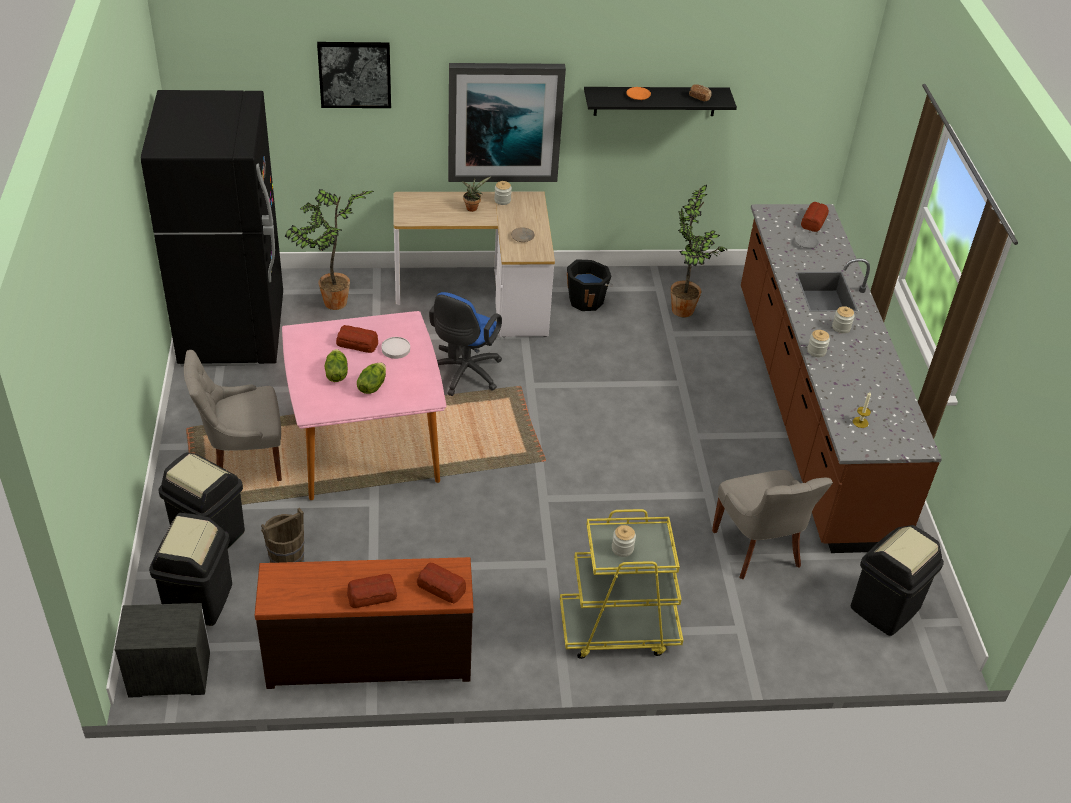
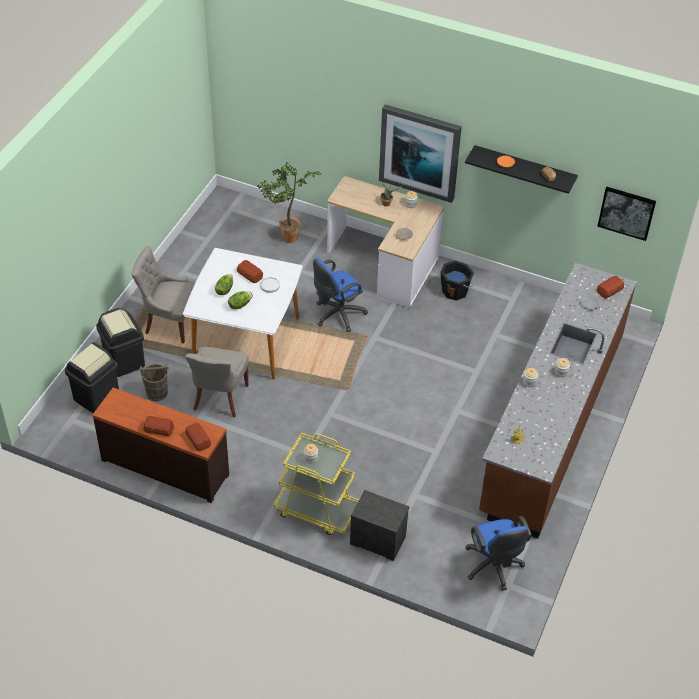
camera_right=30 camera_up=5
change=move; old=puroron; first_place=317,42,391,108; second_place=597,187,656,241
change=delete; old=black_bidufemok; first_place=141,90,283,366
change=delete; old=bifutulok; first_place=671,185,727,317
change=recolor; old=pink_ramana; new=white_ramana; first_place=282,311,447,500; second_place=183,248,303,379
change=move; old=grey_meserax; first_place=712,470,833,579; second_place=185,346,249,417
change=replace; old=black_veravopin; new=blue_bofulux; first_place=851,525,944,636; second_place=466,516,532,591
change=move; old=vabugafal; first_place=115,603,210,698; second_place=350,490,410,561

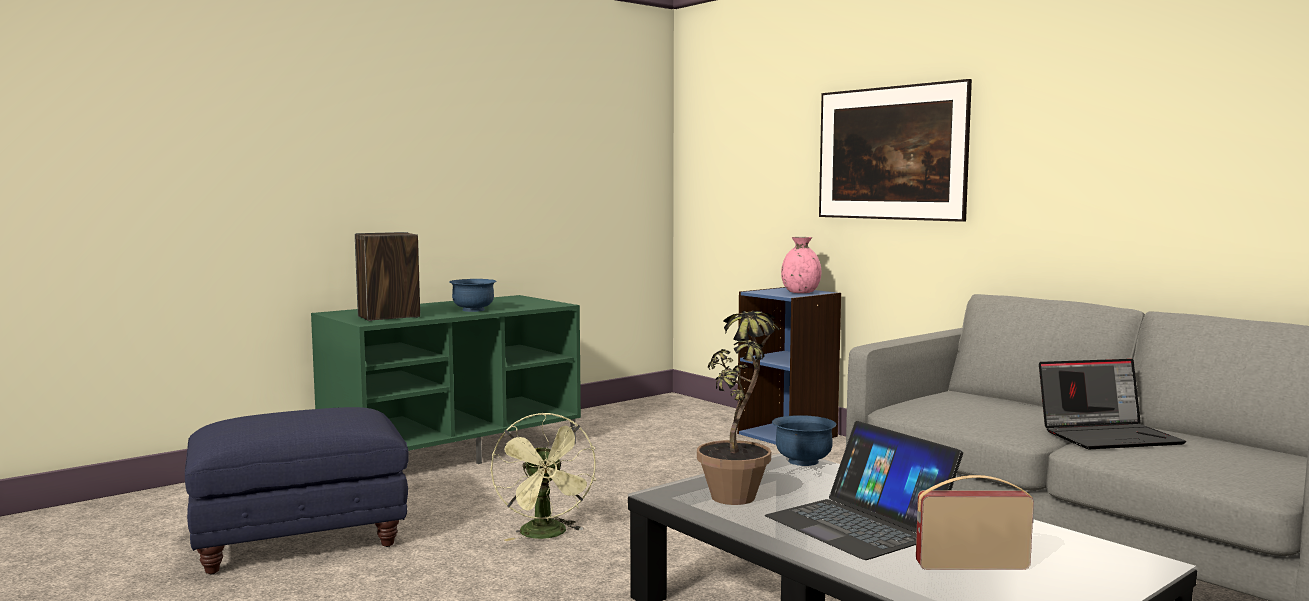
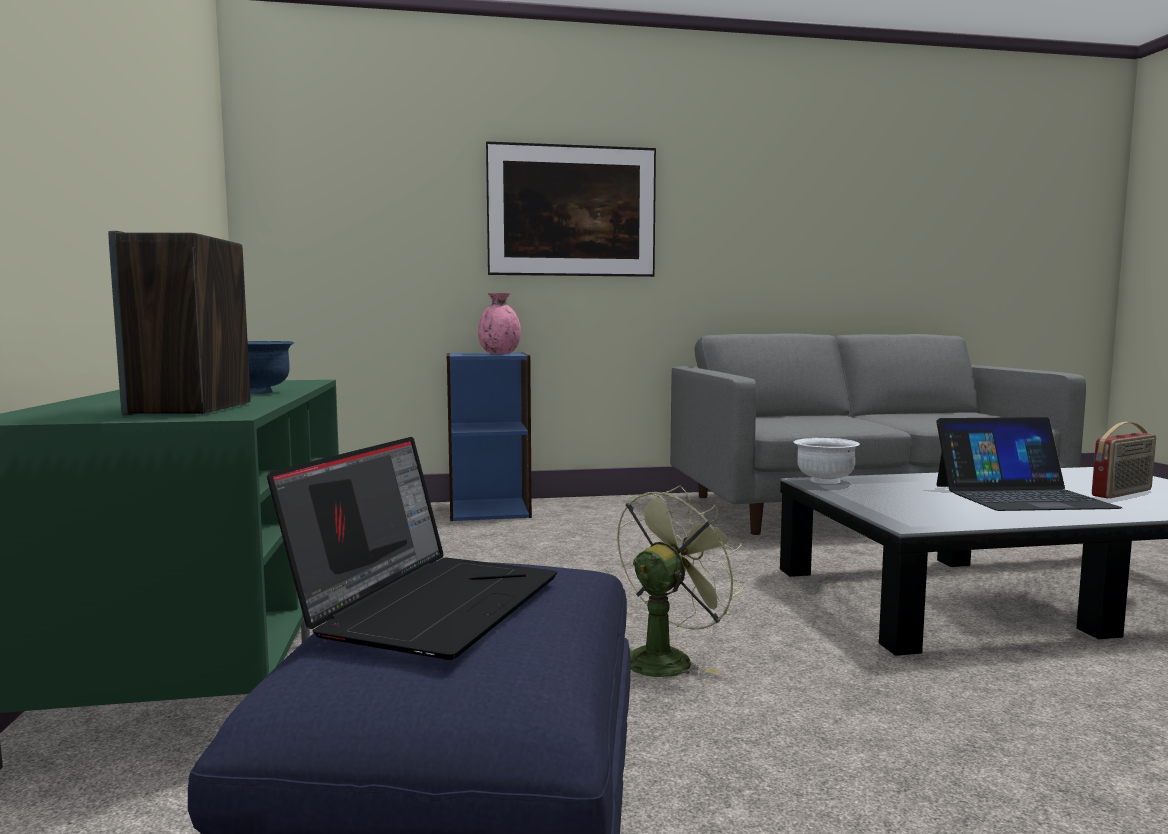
camera_right=-60 camera_up=0
change=delete; old=bifutulok; first_place=697,310,780,505
change=move; old=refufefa; first_place=1039,359,1186,449; second_place=267,437,557,660
change=rotate; old=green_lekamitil; first_place=491,413,596,541; second_place=617,485,746,677; degrees=-60
change=recolor; old=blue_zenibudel; new=white_zenibudel; first_place=772,415,836,466; second_place=793,438,860,484
change=rotate; old=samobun; first_place=916,475,1034,570; second_place=1092,422,1156,499; degrees=-150

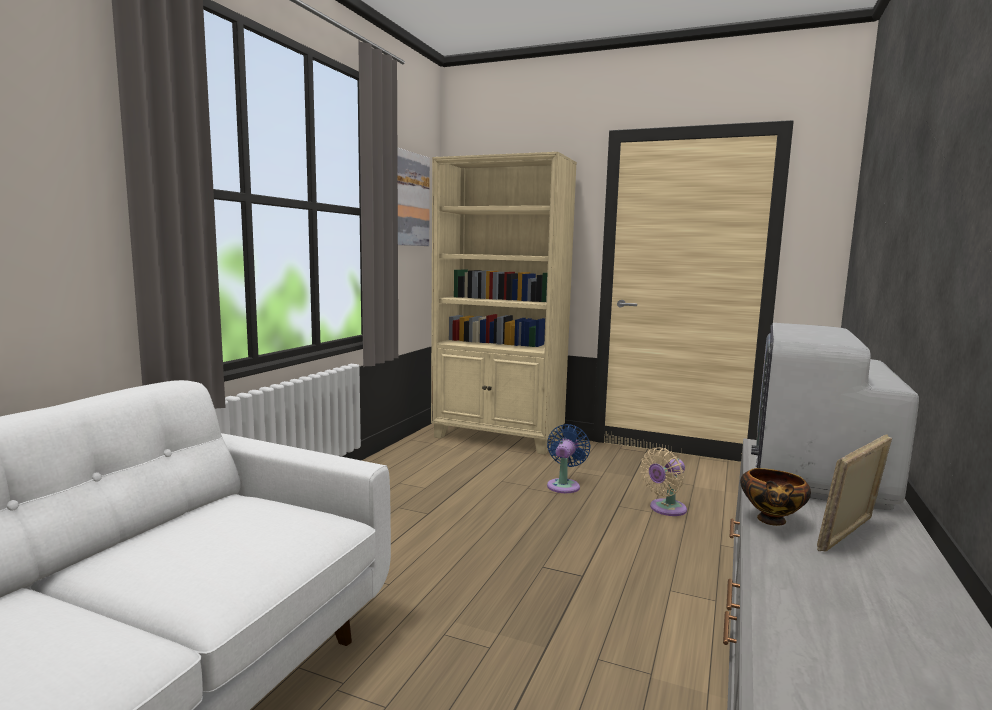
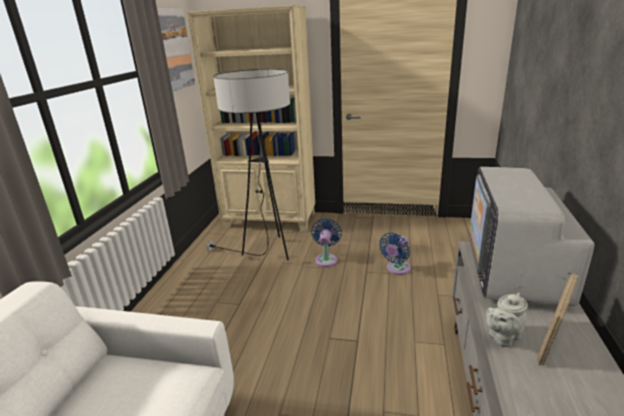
camera_right=-10 camera_up=15
change=recolor; old=beige_lekamitil; new=blue_lekamitil; first_place=640,447,687,516; second_place=379,232,411,275
change=replace; old=zenibudel; new=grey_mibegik; first_place=740,468,811,526; second_place=486,293,528,347
change=insert; new=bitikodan; second_place=205,69,290,261

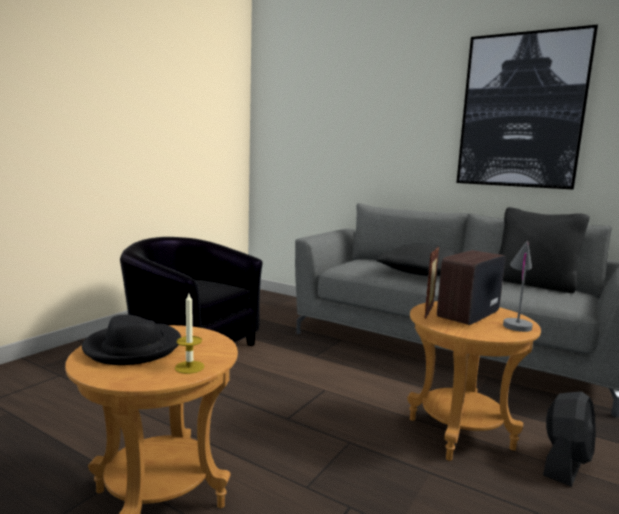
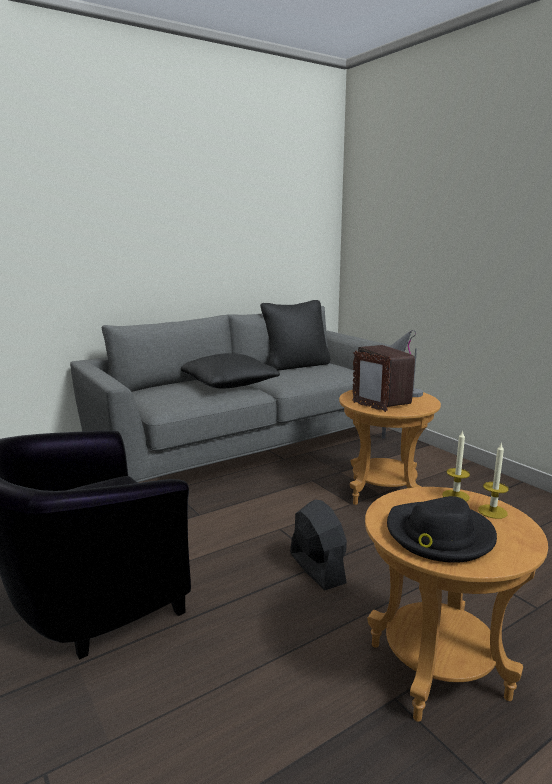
camera_right=-65 camera_up=5
change=delete; old=puroron; first_place=456,25,598,190
change=move; old=black_lekamitil; first_place=543,391,596,487; second_place=290,499,347,590
change=insert; new=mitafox; second_place=442,430,470,502

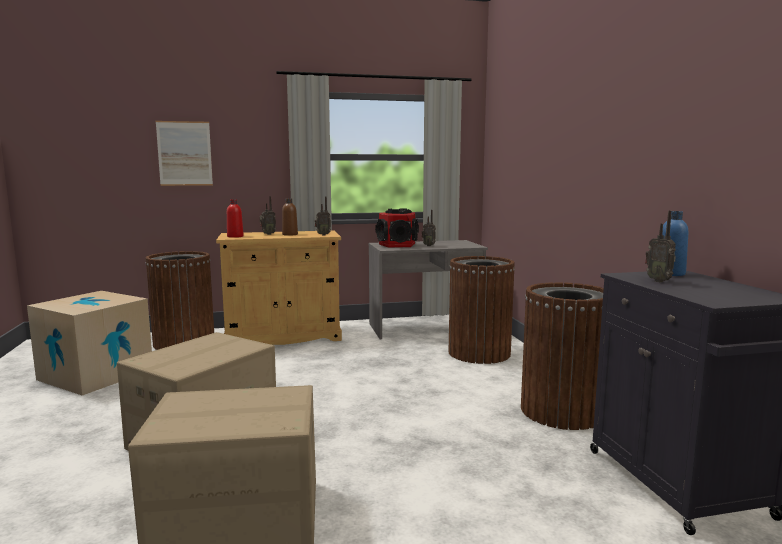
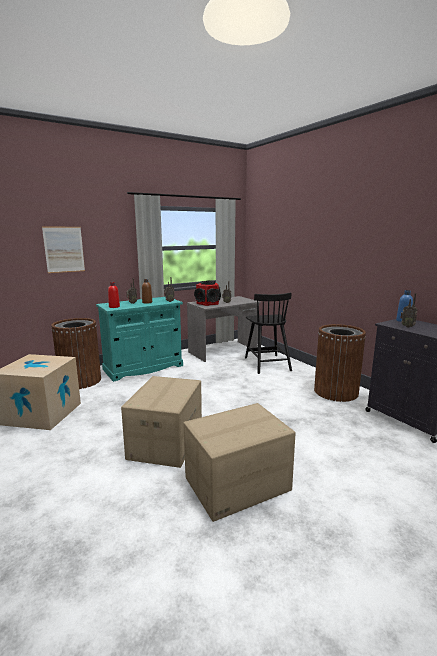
camera_right=-20 camera_up=5
change=recolor; old=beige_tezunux; new=turquoise_tezunux; first_place=216,230,342,345; second_place=96,297,183,382
change=replace; old=brown_veravopin; new=black_meserax; first_place=449,256,515,364; second_place=245,292,292,374

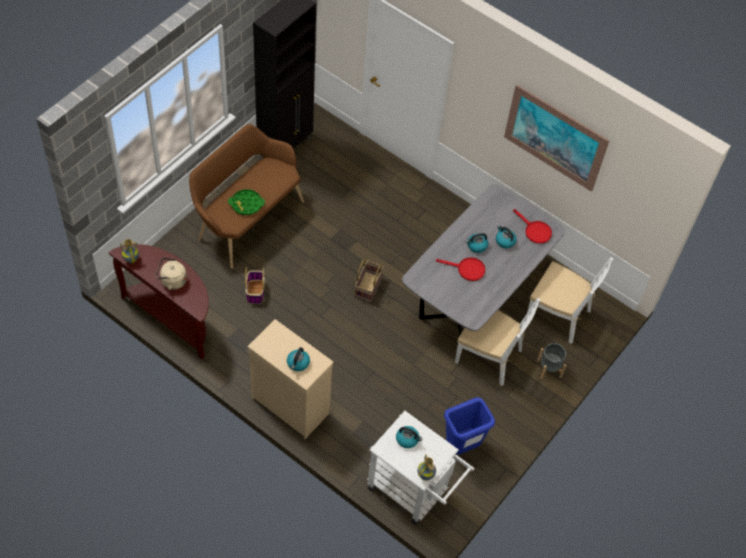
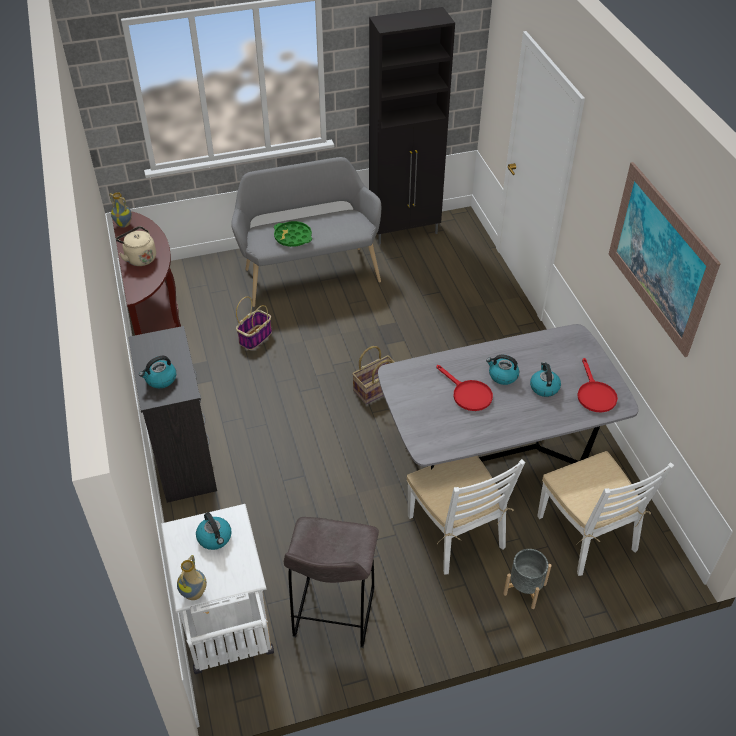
camera_right=40 camera_up=-10
change=recolor; old=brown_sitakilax; new=grey_sitakilax; first_place=189,124,304,269; second_place=231,157,381,307
change=recolor; old=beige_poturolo; new=black_poturolo; first_place=247,319,334,439; second_place=128,326,217,503
change=replace; old=blue_veravopin; new=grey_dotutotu; first_place=444,397,495,454; second_place=284,517,379,648

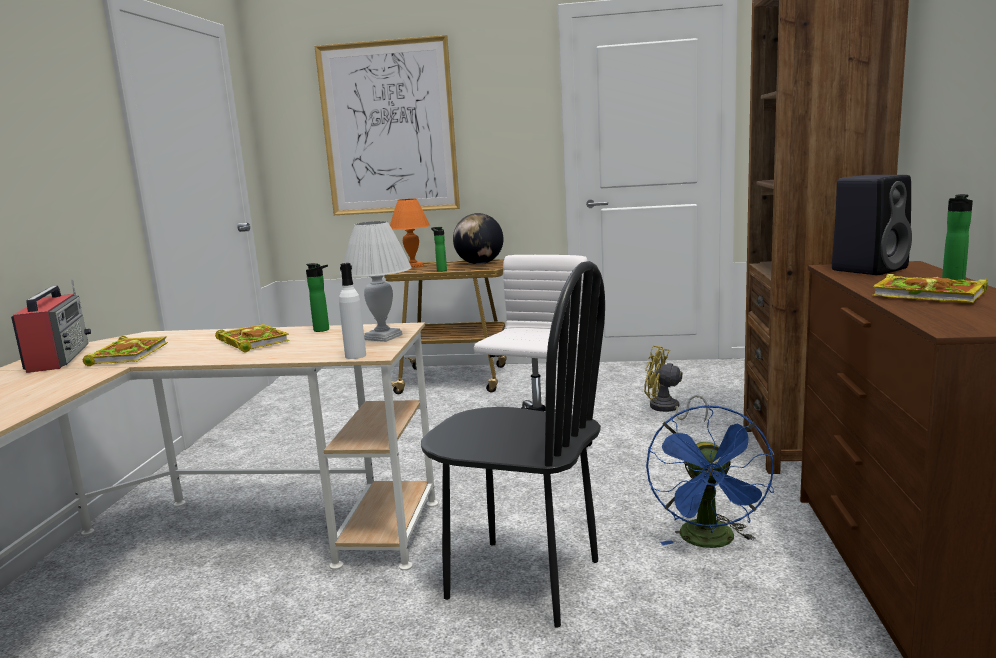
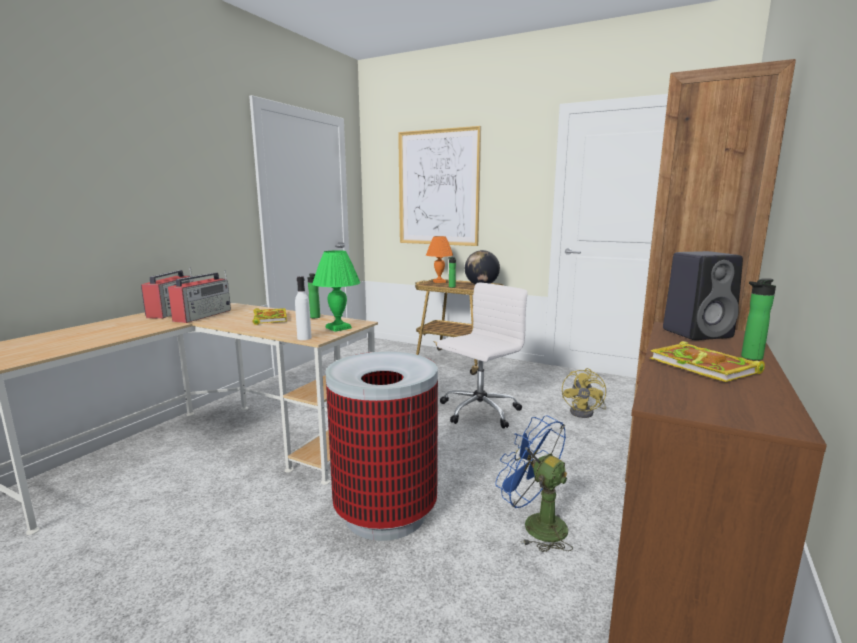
camera_right=20 camera_up=0
change=recolor; old=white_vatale; new=green_vatale; first_place=340,221,412,342; second_place=312,250,360,332
change=replace; old=black_meserax; new=veravopin; first_place=421,261,605,628; second_place=326,352,438,541
change=replace; old=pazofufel; new=samobun; first_place=83,336,168,366; second_place=168,270,231,323
change=rotate; old=yellow_lekamitil; first_place=644,345,708,422; second_place=562,368,606,418; degrees=-120
change=rotate; old=blue_lekamitil; first_place=646,405,774,548; second_place=495,415,573,552; degrees=105

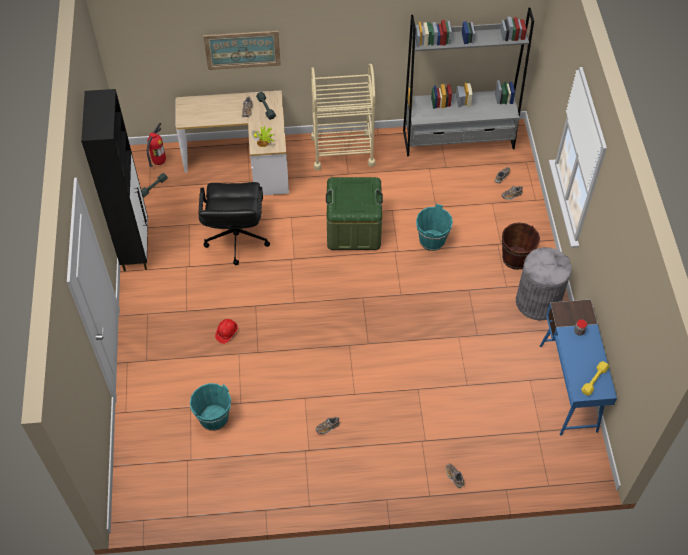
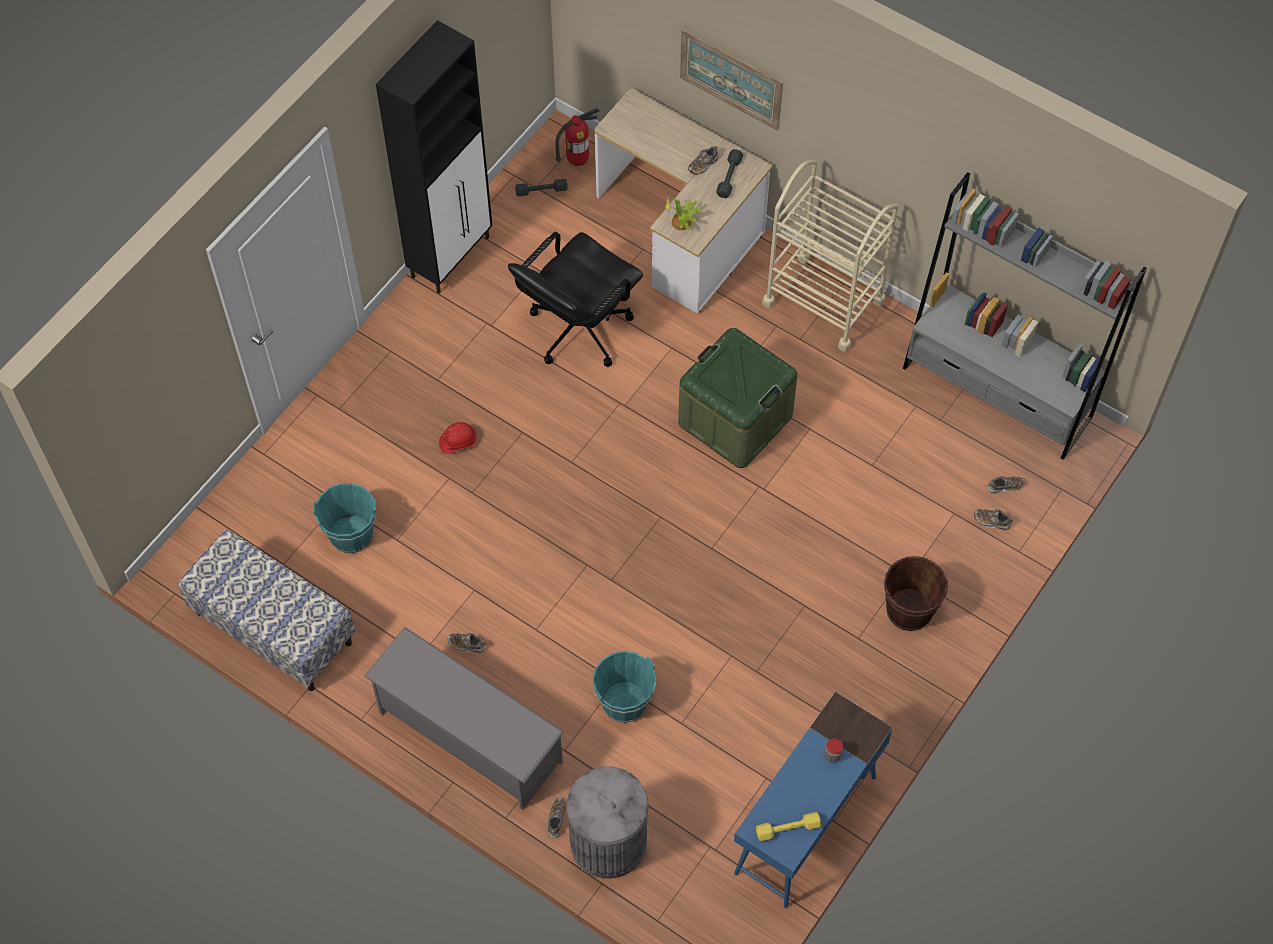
camera_right=40 camera_up=5
change=move; old=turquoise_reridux; first_place=416,204,453,251; second_place=593,651,656,723
change=move; old=grey_veravopin; first_place=516,247,572,320; second_place=567,766,648,879
change=insert; new=sitakilax; second_place=178,529,355,691
change=insert; new=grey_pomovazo; second_place=364,627,564,810

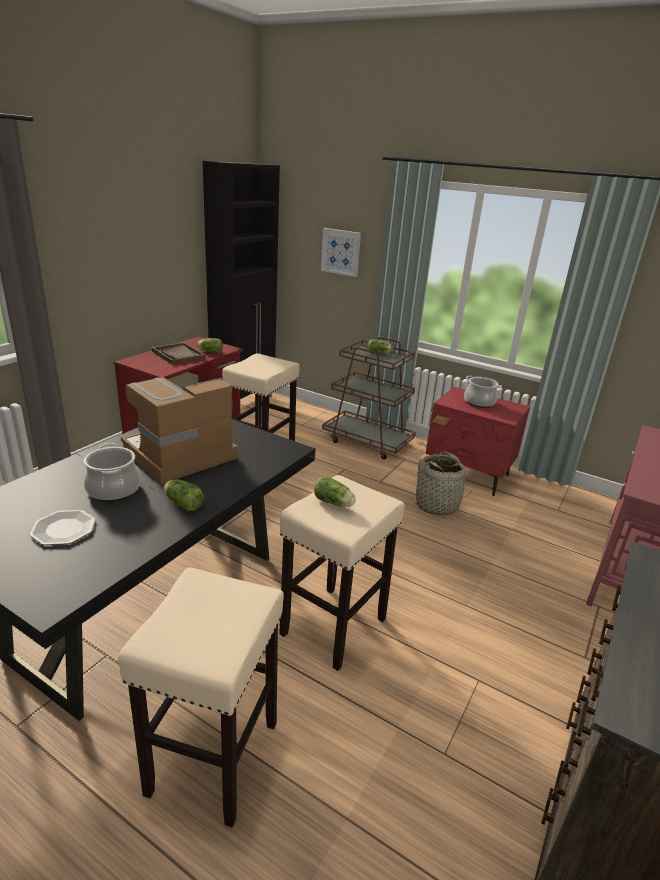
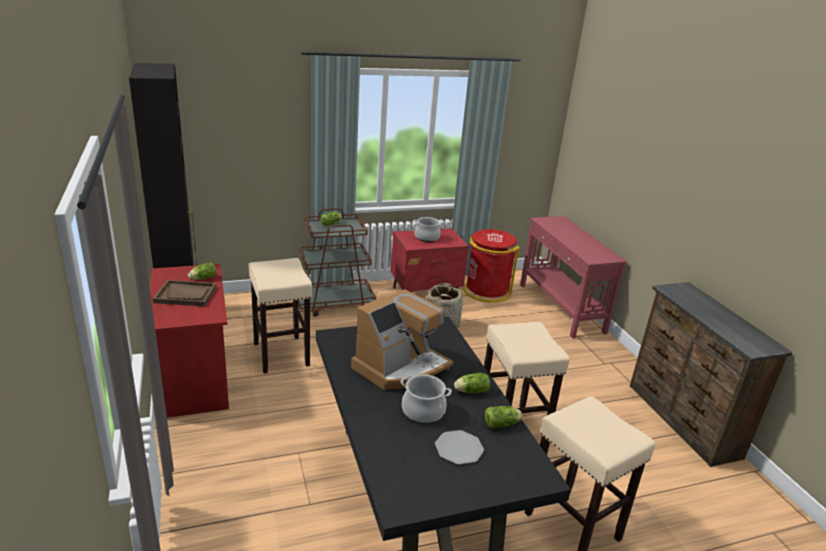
camera_right=-50 camera_up=0
change=delete; old=puroron; first_place=321,228,361,277
change=rotate; old=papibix; first_place=121,377,238,484; second_place=351,289,453,390; degrees=-135
change=move; old=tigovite; first_place=314,476,356,507; second_place=485,406,523,428
change=insert; new=red_veravopin; second_place=463,229,520,303

